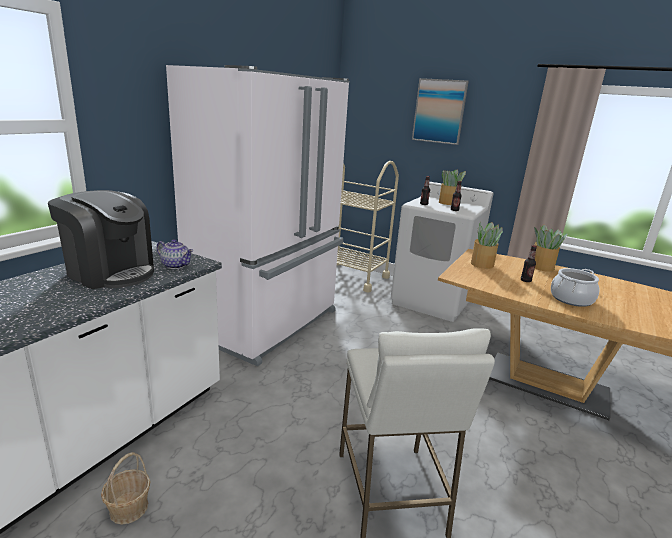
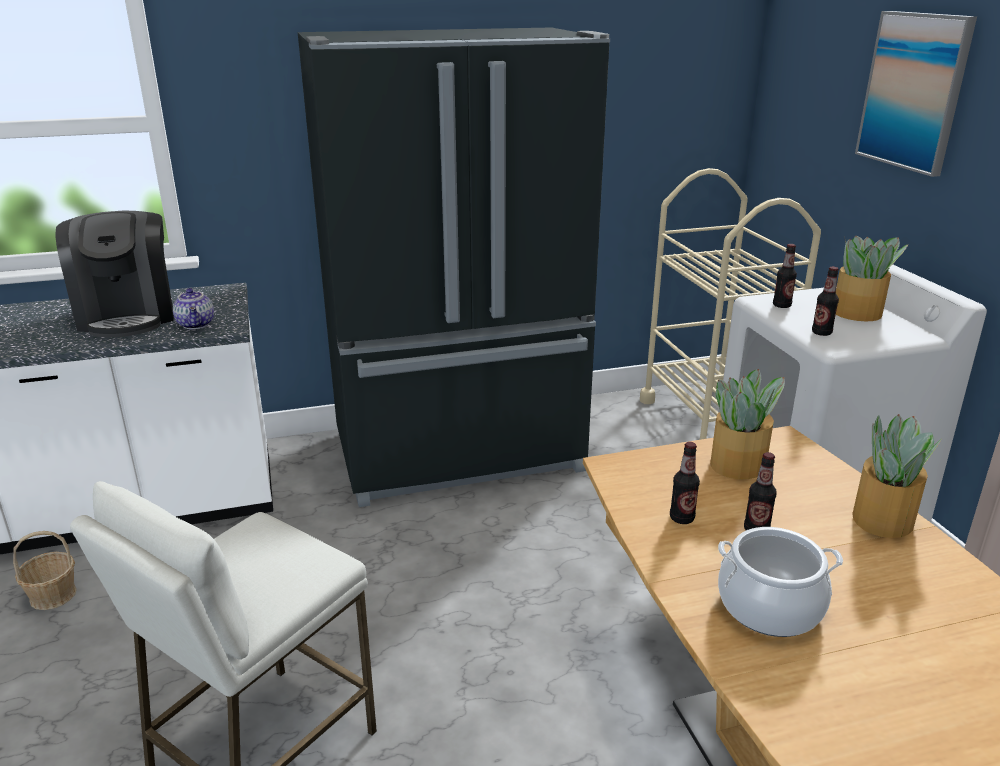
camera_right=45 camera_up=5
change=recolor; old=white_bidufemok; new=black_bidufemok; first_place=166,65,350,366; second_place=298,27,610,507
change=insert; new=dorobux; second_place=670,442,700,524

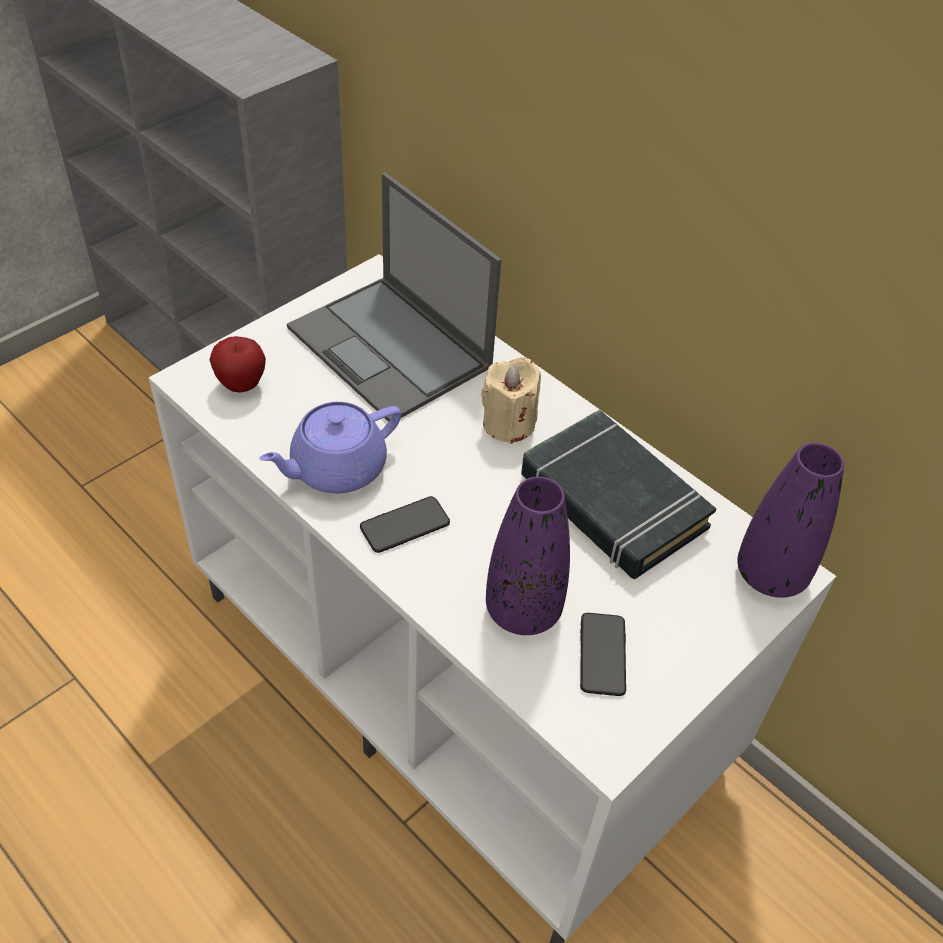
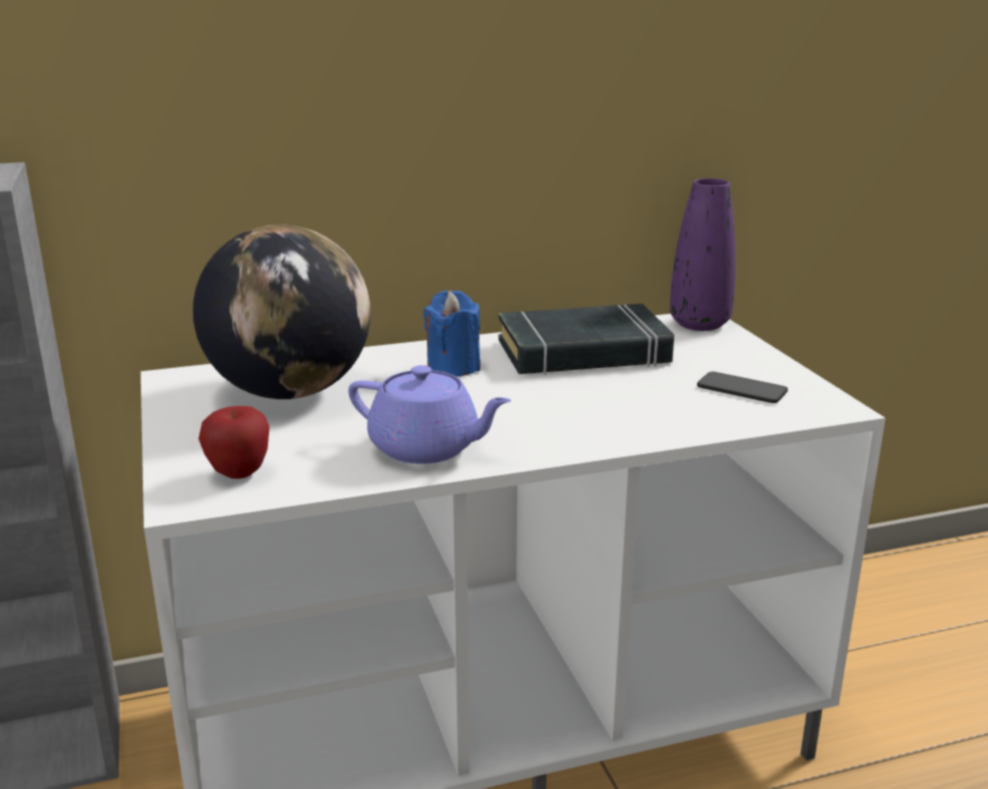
camera_right=-60 camera_up=-25
change=replace; old=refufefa; new=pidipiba; first_place=287,172,501,422; second_place=193,224,371,399
change=recolor; old=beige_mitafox; new=blue_mitafox; first_place=481,357,541,444; second_place=423,290,481,377
change=rotate; old=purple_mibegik; first_place=259,402,401,493; second_place=348,365,511,464; degrees=-60
change=delete; old=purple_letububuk; first_place=486,477,570,635
change=delete; old=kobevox; first_place=360,496,450,553

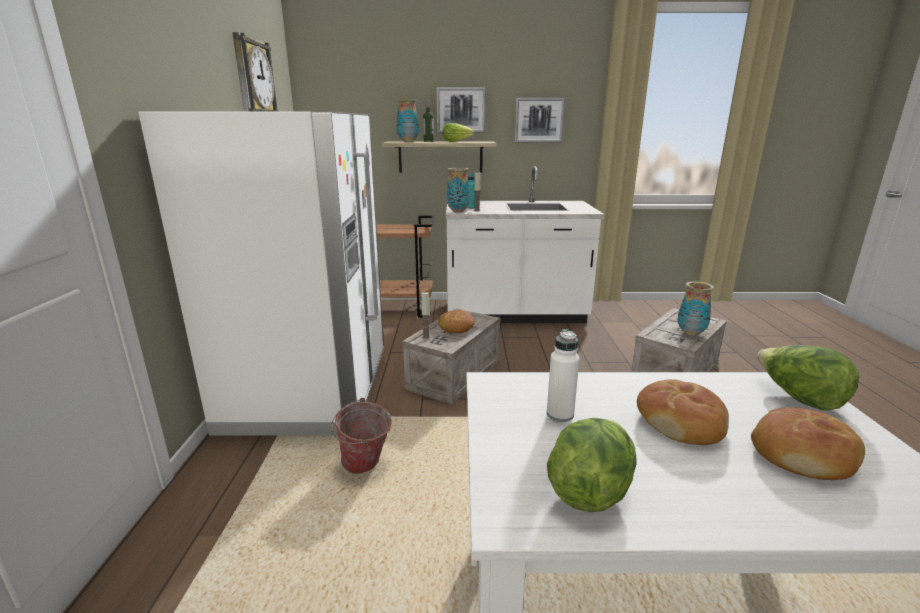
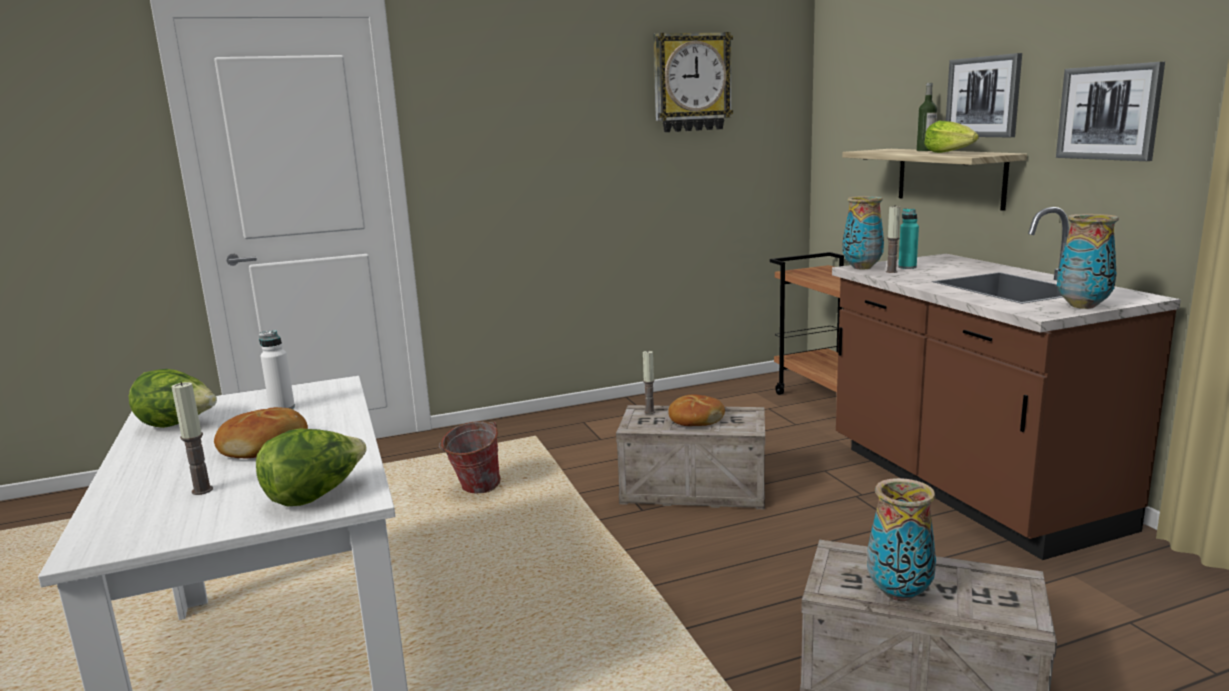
camera_right=70 camera_up=-5
change=move; old=letububuk; first_place=396,99,419,142; second_place=1057,214,1119,309
change=delete; old=white_bidufemok; first_place=138,112,384,435
change=recolor; old=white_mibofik; new=brown_mibofik; first_place=446,166,604,323; second_place=832,207,1181,560
change=replace; old=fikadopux; new=mitafox; first_place=751,407,865,480; second_place=171,382,213,495

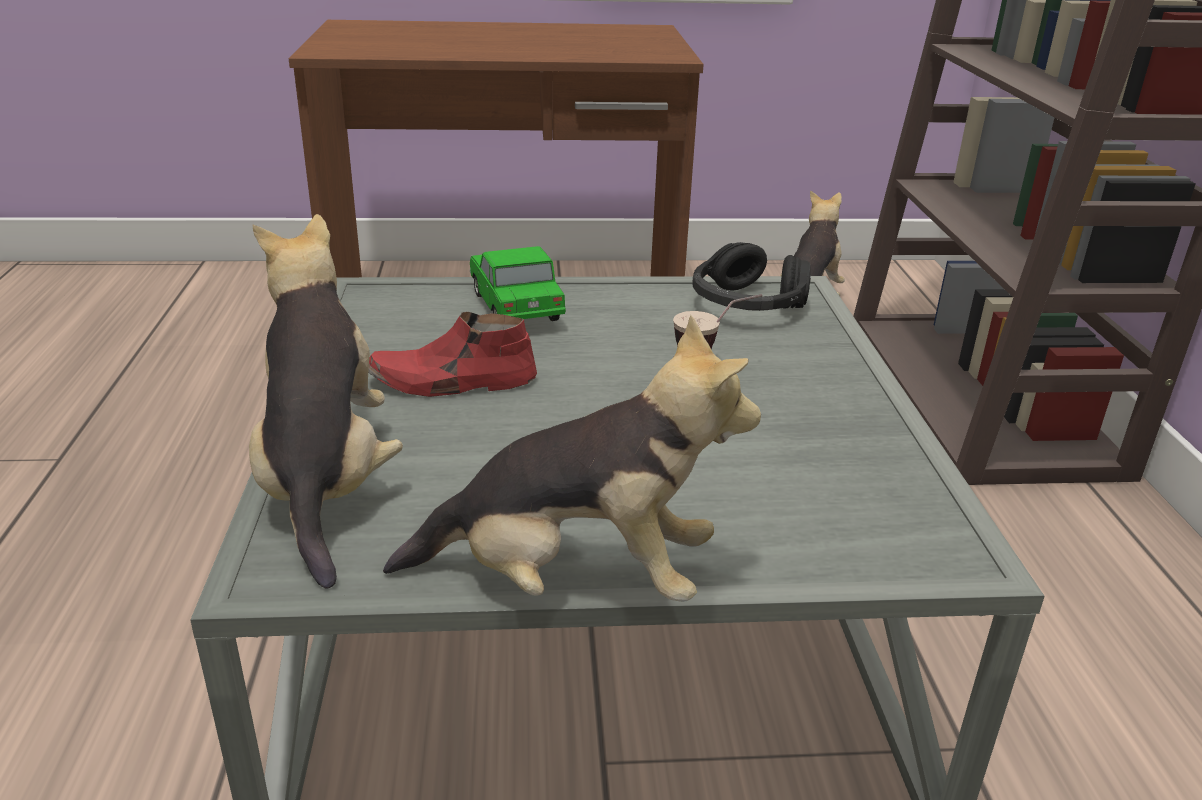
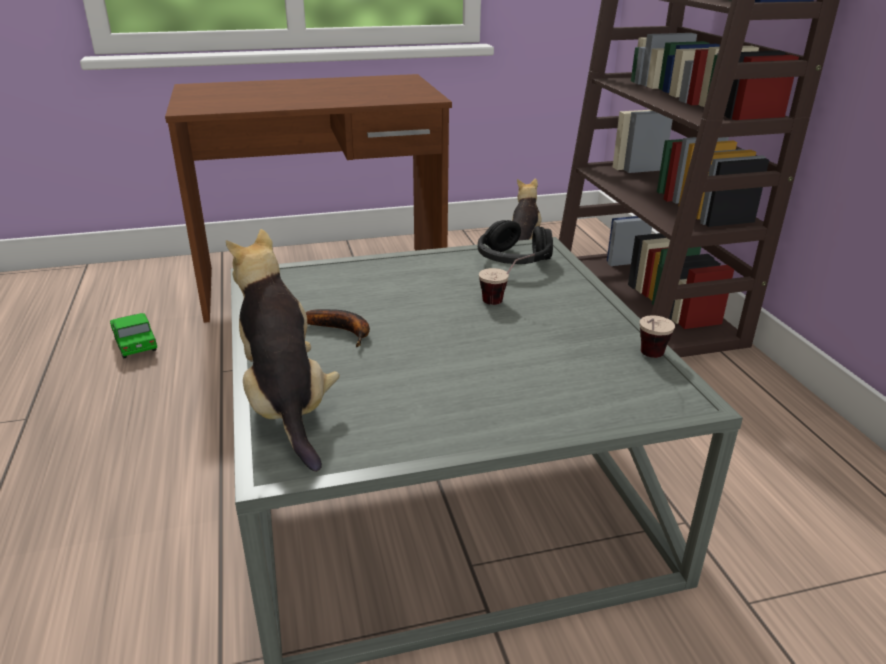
camera_right=-10 camera_up=0
change=move; old=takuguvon; first_place=470,246,566,321; second_place=110,313,157,359
change=replace; old=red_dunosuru; new=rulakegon; first_place=368,312,537,397; second_place=306,309,370,347
change=delete; old=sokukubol; first_place=383,315,761,602
change=insert; new=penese; second_place=640,315,675,358

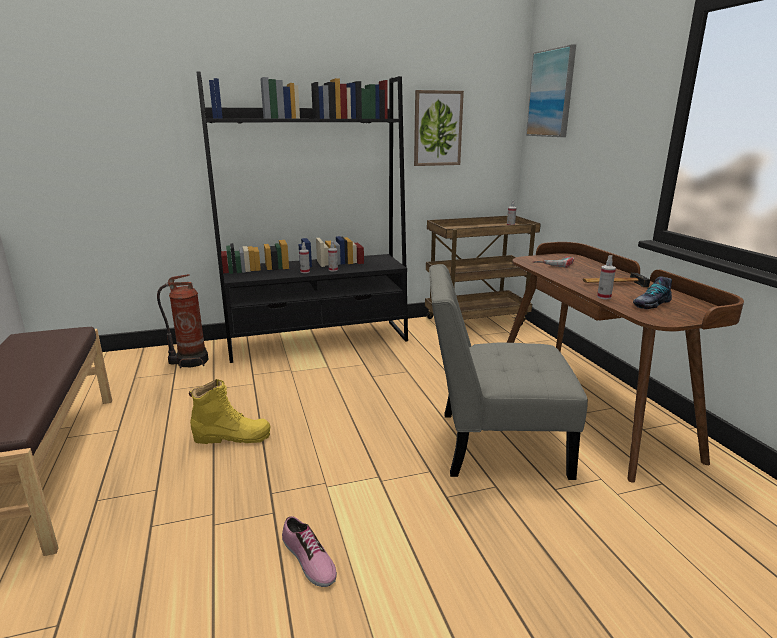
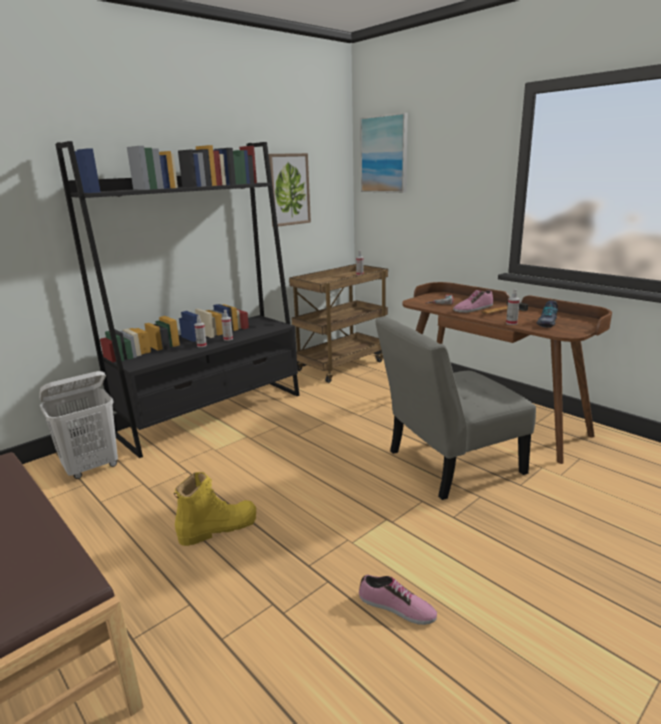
camera_right=-25 camera_up=0
change=replace; old=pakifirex; new=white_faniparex; first_place=157,274,209,368; second_place=39,371,118,479
change=insert; new=dunosuru; second_place=453,290,493,313

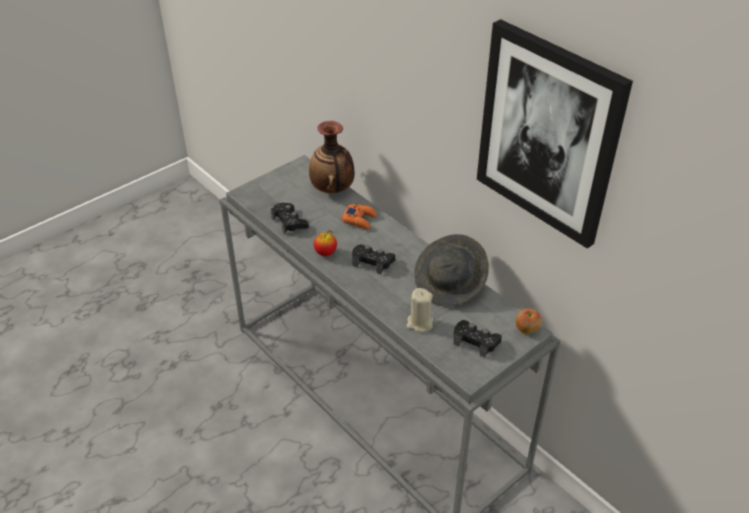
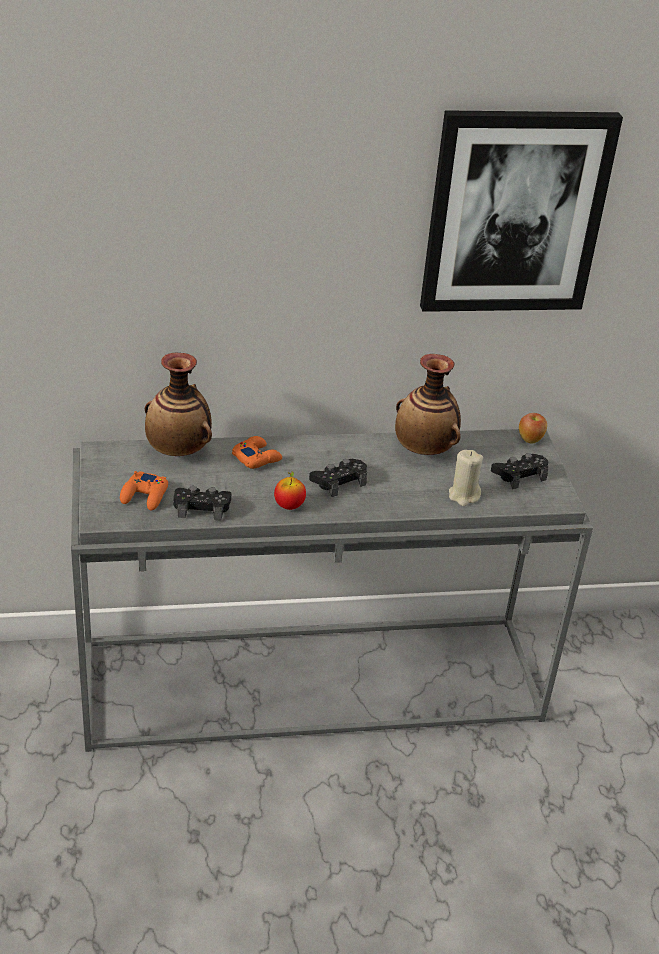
camera_right=-60 camera_up=-5
change=replace; old=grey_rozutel; new=letububuk; first_place=414,234,489,306; second_place=395,354,461,455
change=insert; new=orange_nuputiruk; second_place=120,471,168,510

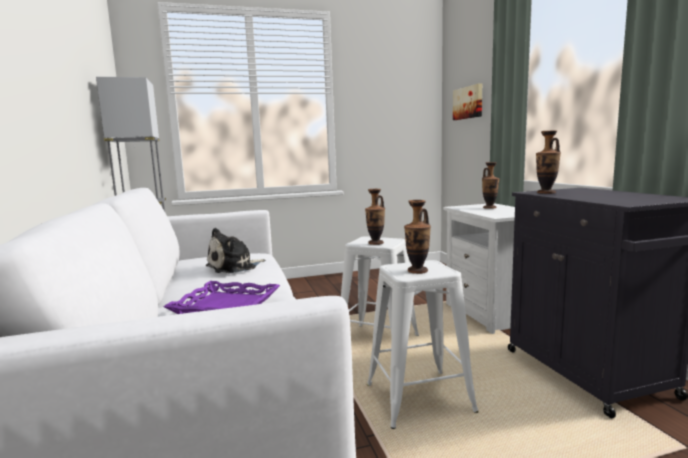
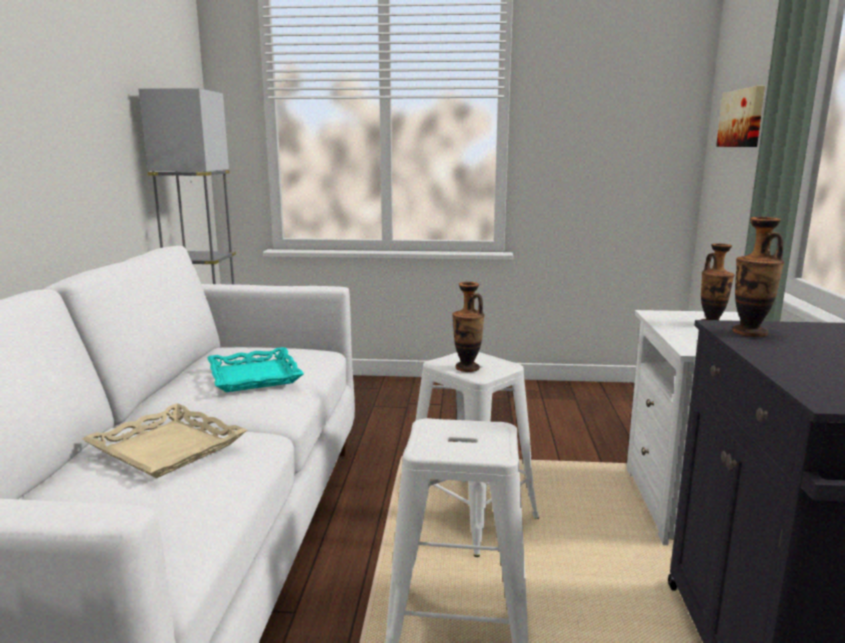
camera_right=20 camera_up=5
change=delete; old=letububuk; first_place=404,200,431,274
change=replace; old=sokukubol; new=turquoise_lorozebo; first_place=205,228,265,274; second_place=207,347,304,392
change=recolor; old=purple_lorozebo; new=beige_lorozebo; first_place=164,281,280,314; second_place=82,403,247,478

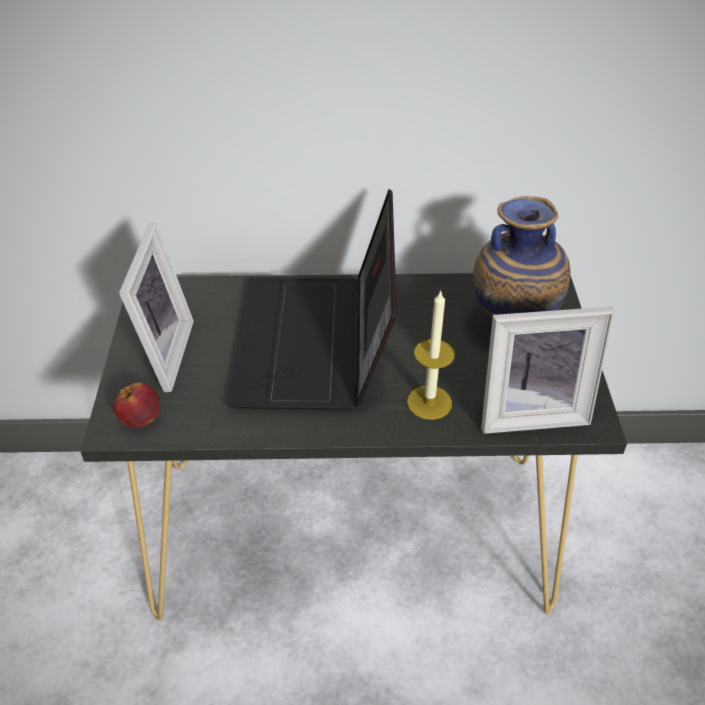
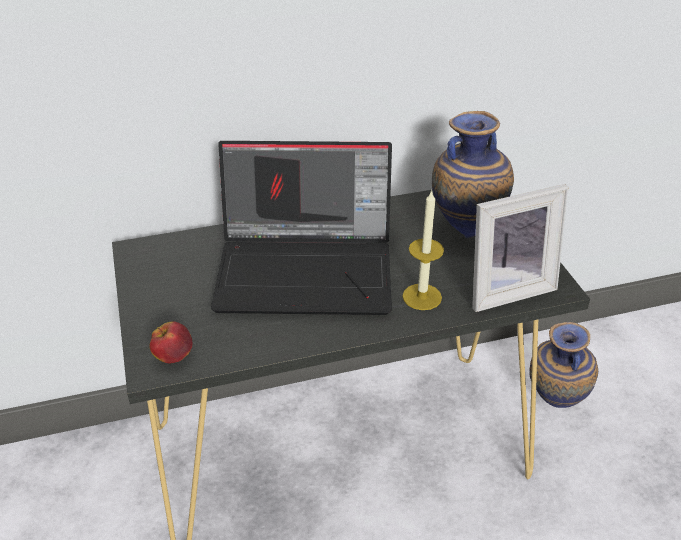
camera_right=-15 camera_up=-5
change=rotate; old=refufefa; first_place=227,189,397,410; second_place=211,141,392,315; degrees=-75
change=delete; old=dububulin; first_place=119,223,194,392
change=insert; new=letububuk; second_place=529,322,598,408

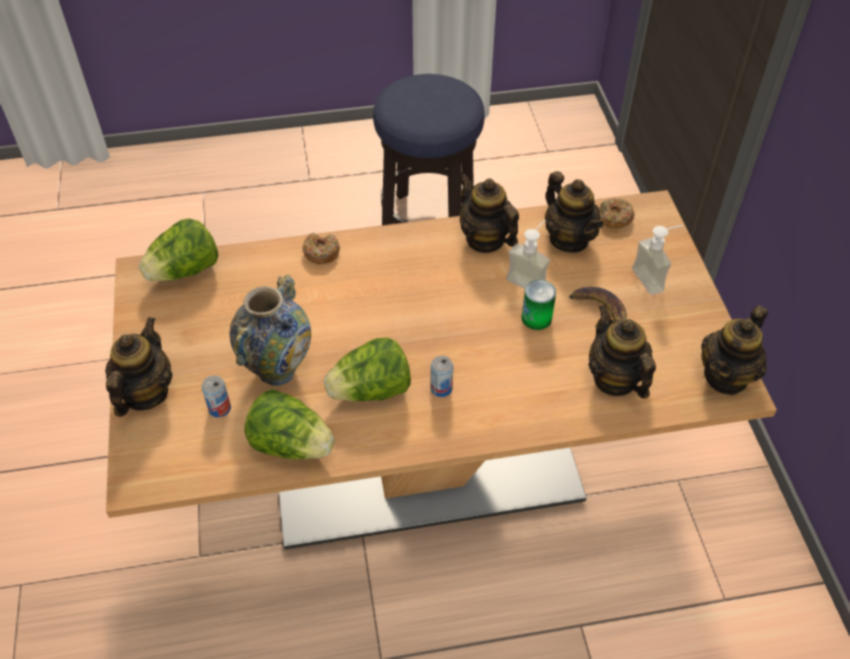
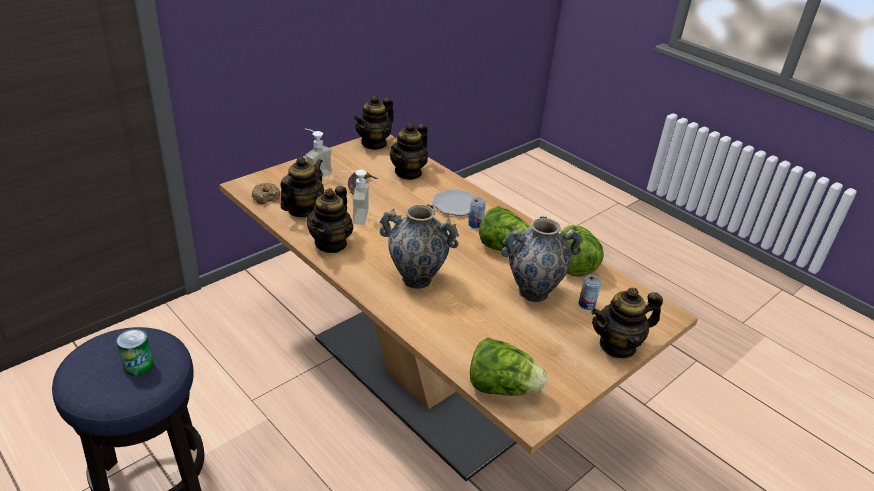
camera_right=-125 camera_up=-15
change=delete; old=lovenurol; first_place=302,232,340,264
change=move; old=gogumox; first_place=521,280,556,330; second_place=117,329,153,376
change=rotate; old=mibegik; first_place=701,305,768,395; second_place=354,95,394,150; degrees=120
change=insert; new=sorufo; second_place=432,189,476,216
change=insert; new=letububuk; second_place=380,204,459,289

